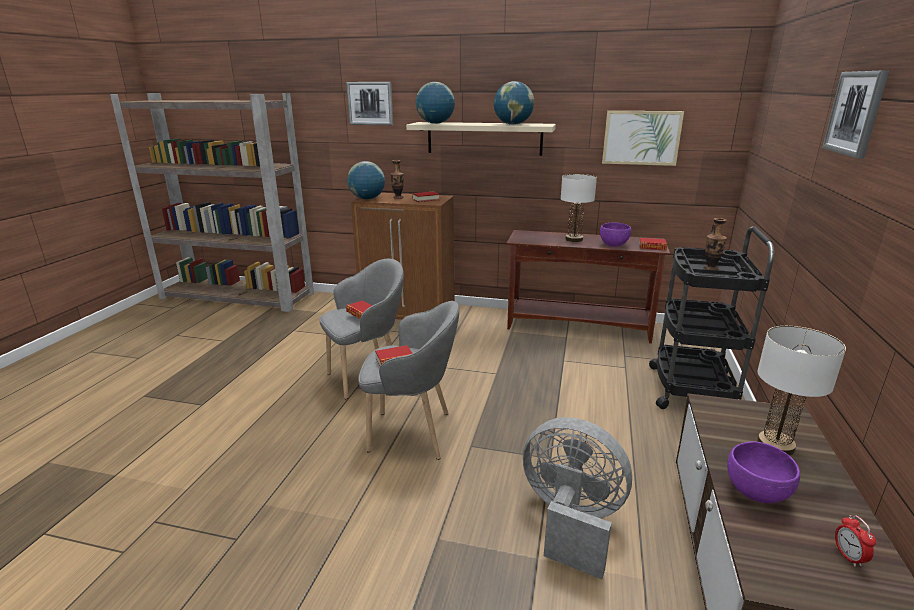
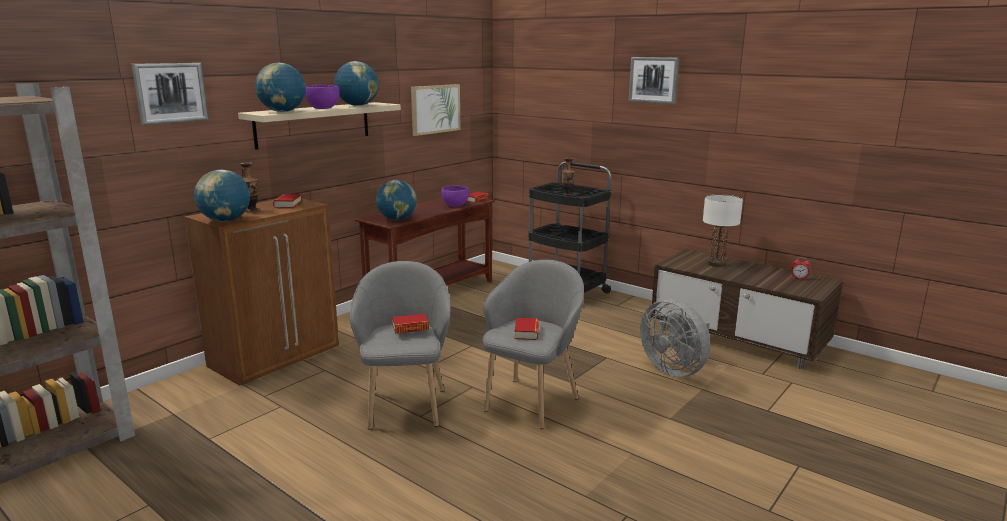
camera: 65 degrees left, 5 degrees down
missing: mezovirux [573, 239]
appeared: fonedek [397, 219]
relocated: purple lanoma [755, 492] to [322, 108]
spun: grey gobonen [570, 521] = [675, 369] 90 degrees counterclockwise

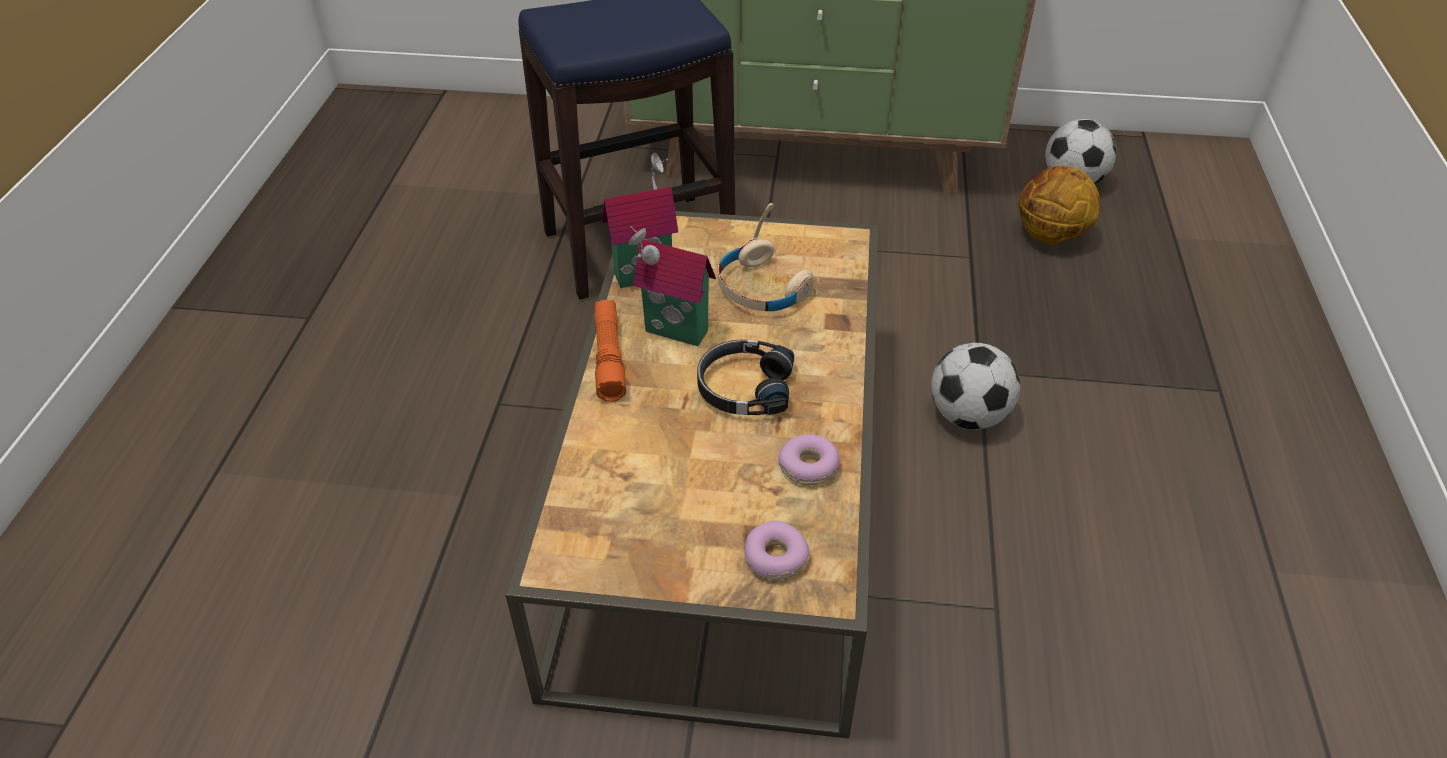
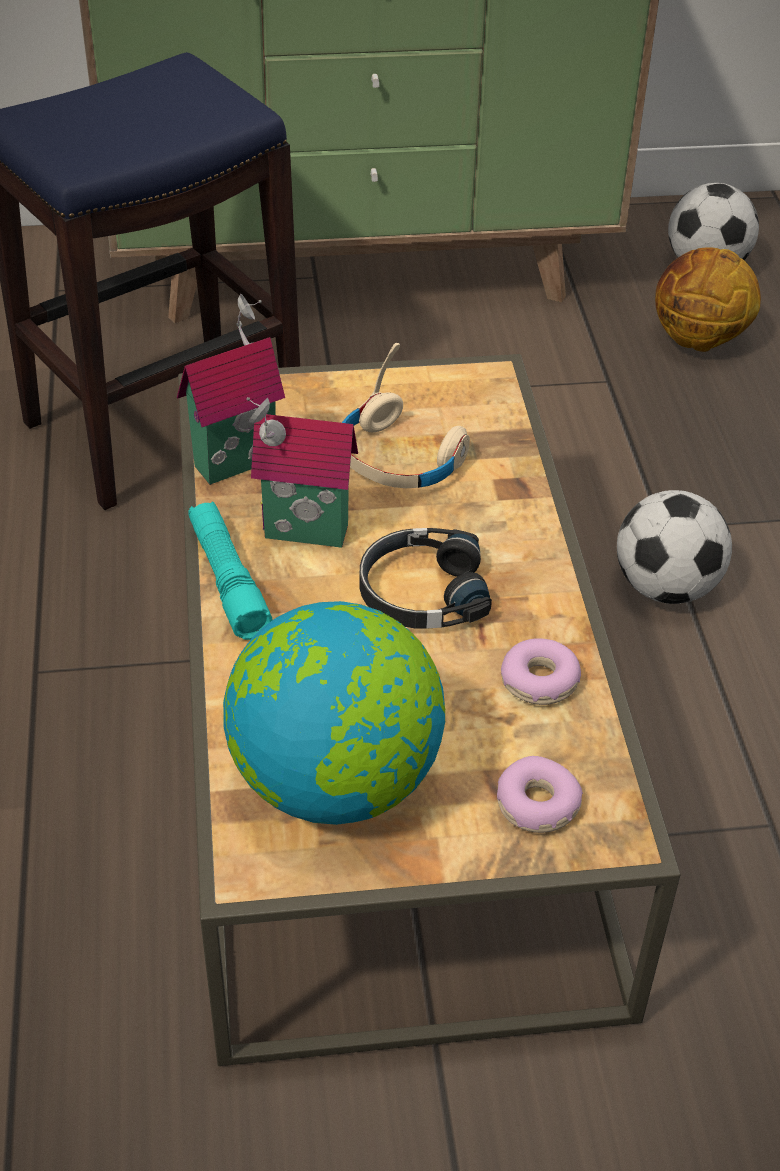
camera: 15 degrees left, 0 degrees up
appeared: fonedek [335, 782]
colour: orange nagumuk [609, 357] to turquoise nagumuk [227, 580]

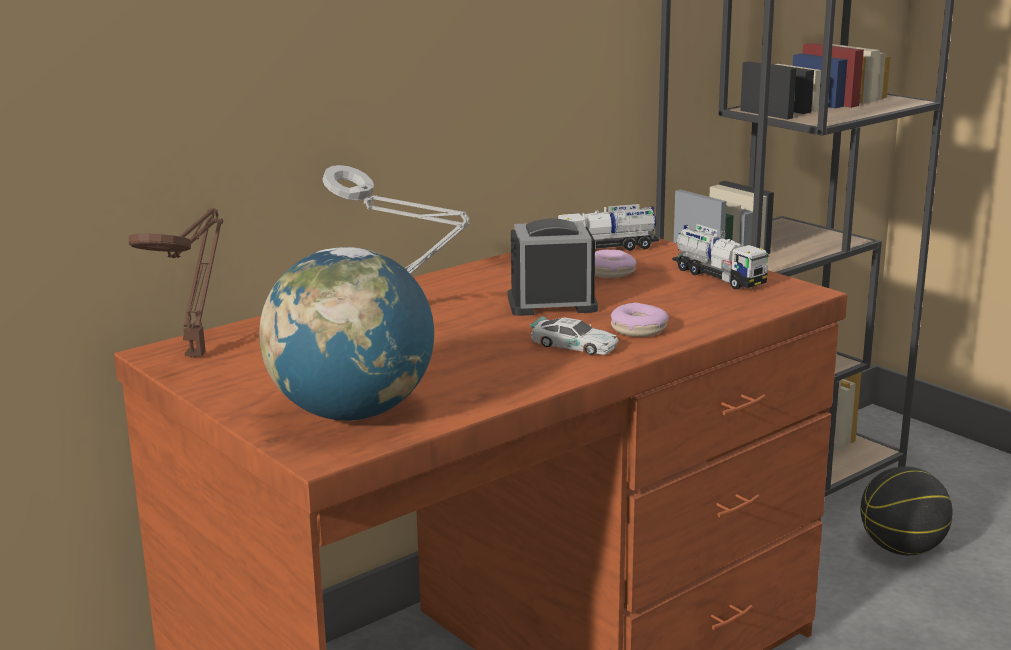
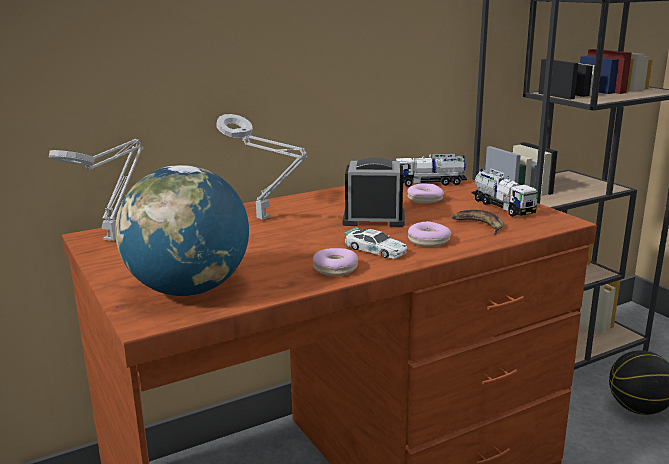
camera: 10 degrees right, 0 degrees up
appeared: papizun [335, 268]; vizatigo [478, 225]
colour: brown mezovirux [197, 354] to grey mezovirux [113, 238]

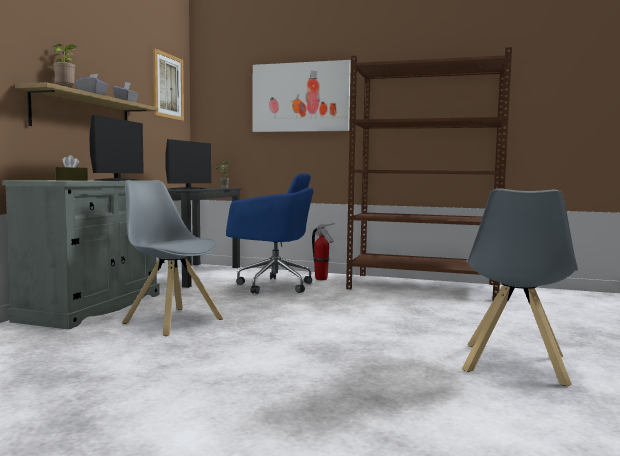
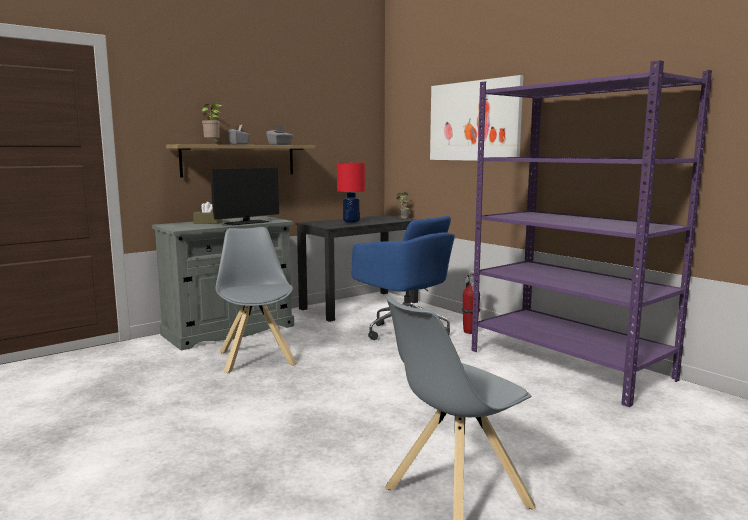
camera: 35 degrees right, 5 degrees up
missing: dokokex [168, 86]
exchanged: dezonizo [188, 188] to red mezovirux [351, 222]
colour: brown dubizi [422, 287] to purple dubizi [568, 364]

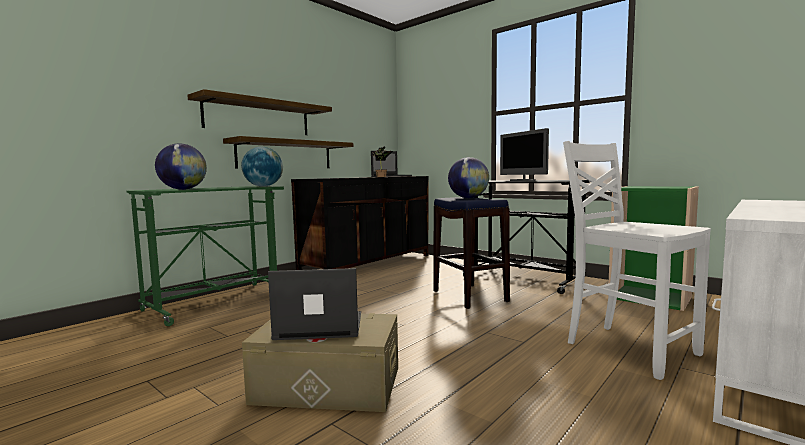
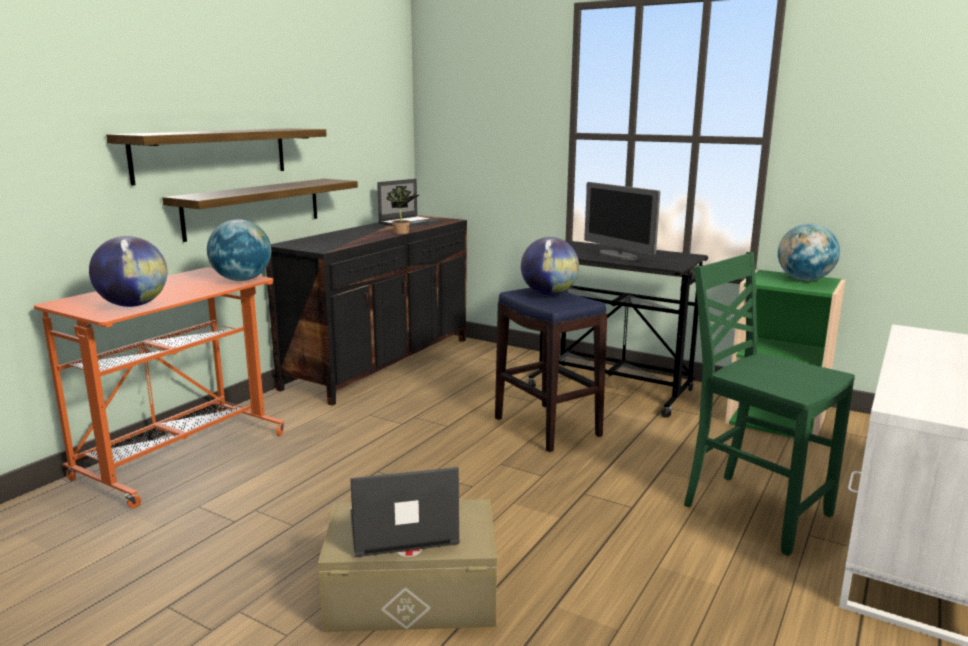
camera: 10 degrees left, 10 degrees up
appeared: fonedek [804, 280]
colour: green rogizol [218, 302] to orange rogizol [182, 455]; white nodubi [628, 348] to green nodubi [753, 510]

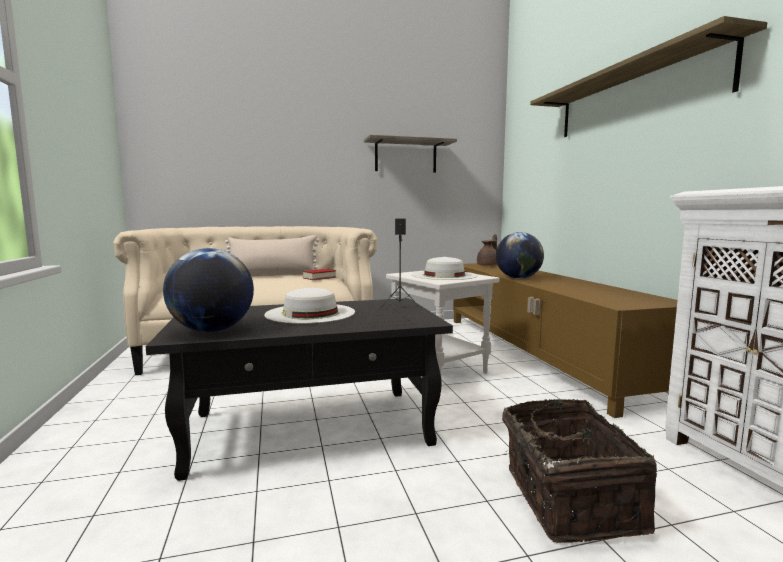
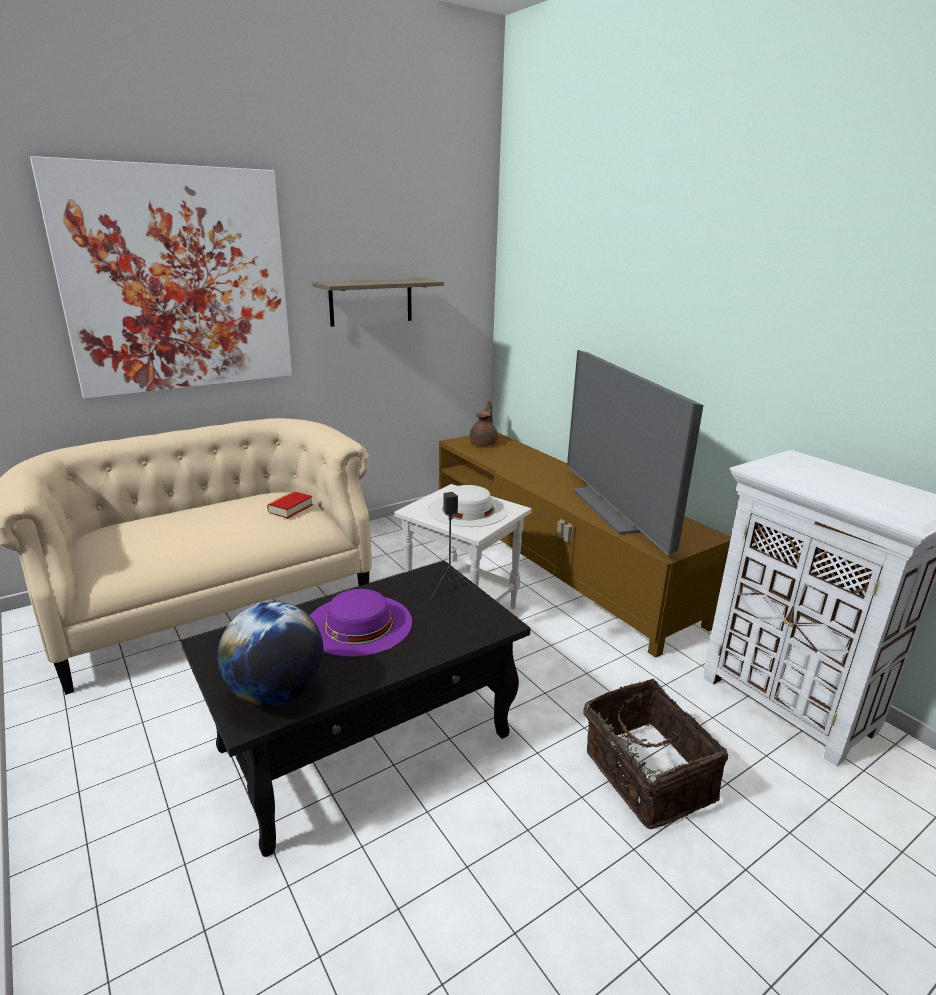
camera: 20 degrees left, 15 degrees up
missing: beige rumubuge [272, 275]; fonedek [518, 278]; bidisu [633, 96]
appeared: dokokex [178, 281]; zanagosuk [618, 509]
colour: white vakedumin [310, 313] to purple vakedumin [358, 624]

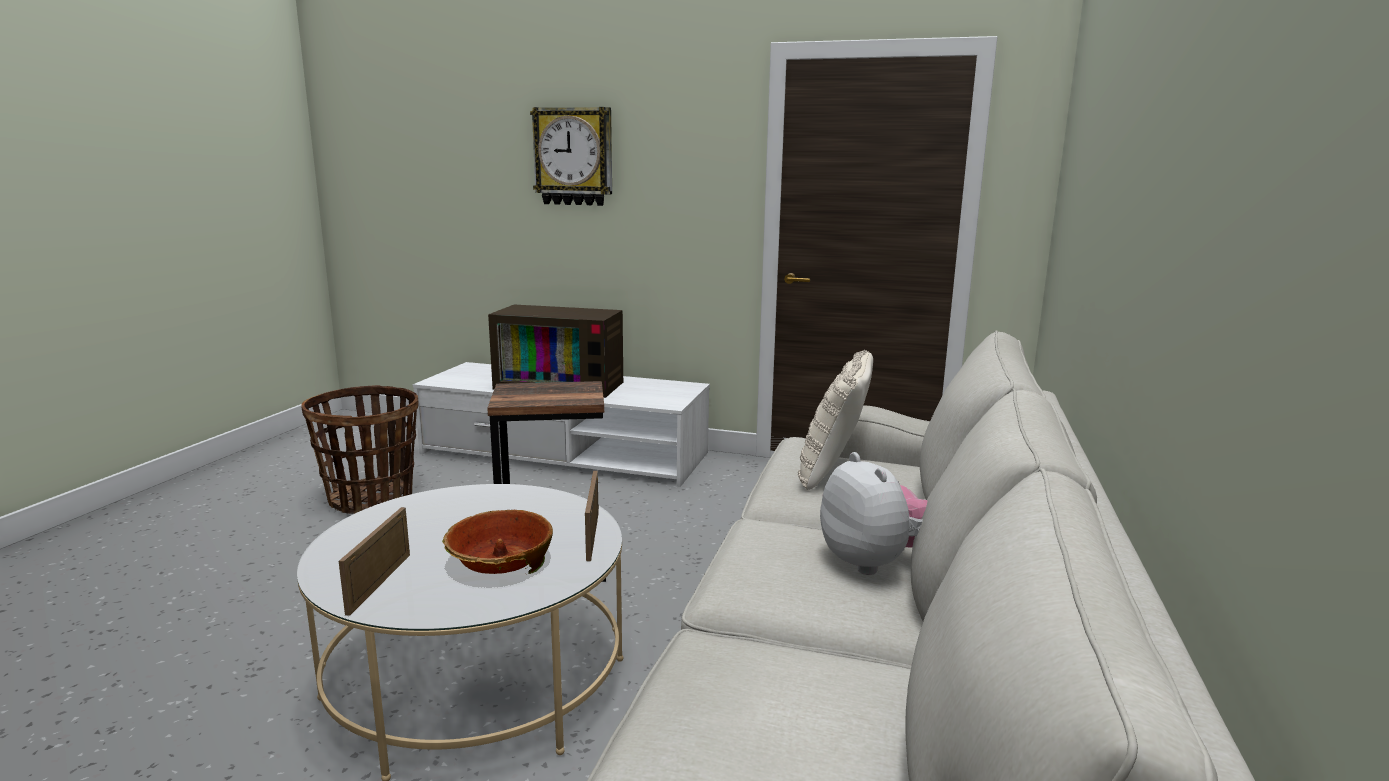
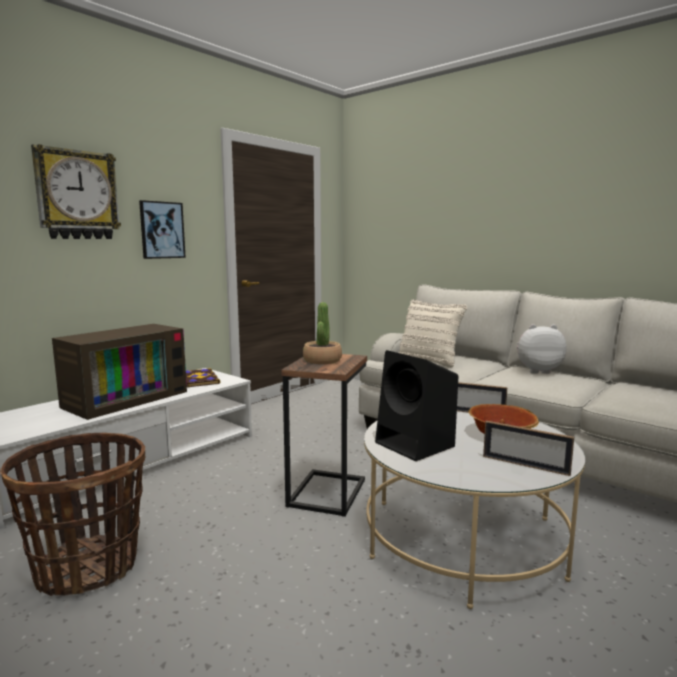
camera: 65 degrees left, 5 degrees down
appeared: dokokex [162, 230]; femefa [199, 379]; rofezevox [322, 360]; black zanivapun [416, 445]

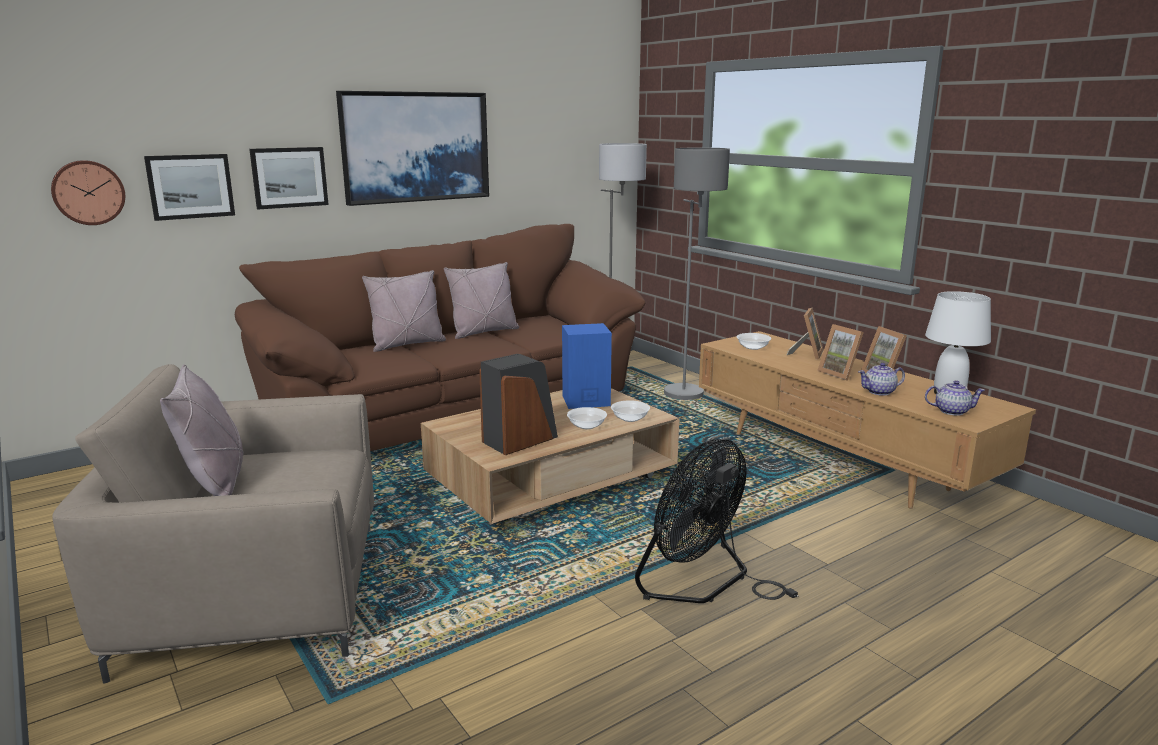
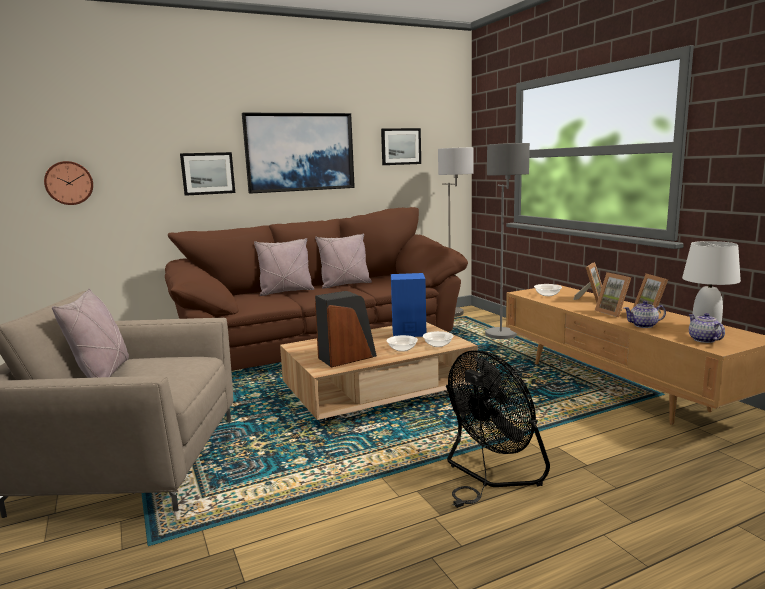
camera: 10 degrees right, 5 degrees down
relocated: dokokex [190, 186] to [400, 146]
spun: black gobonen [712, 579] = [483, 471] 90 degrees clockwise; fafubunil [951, 411] = [704, 340] 120 degrees counterclockwise

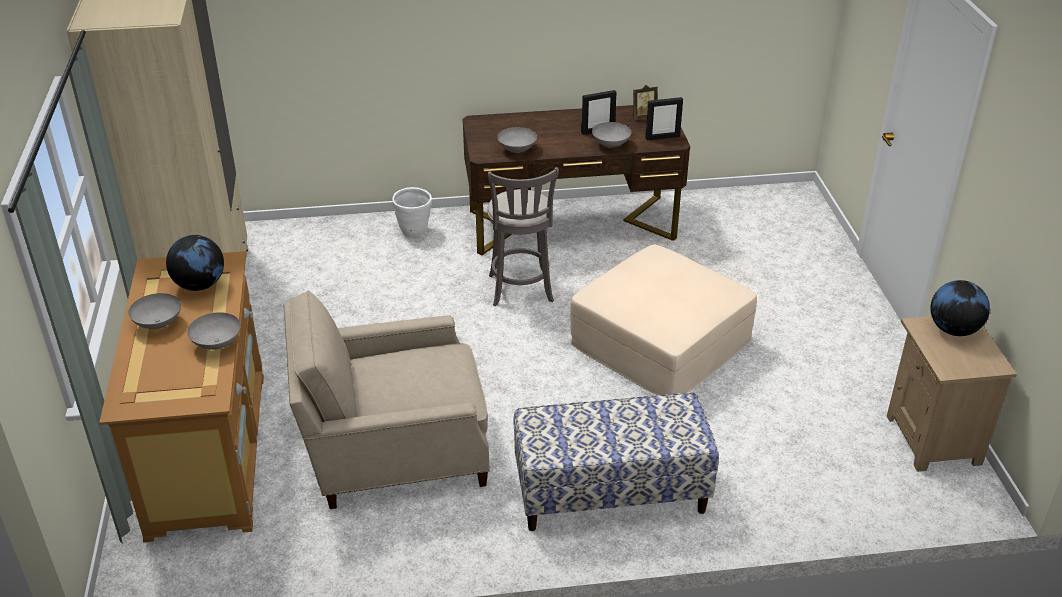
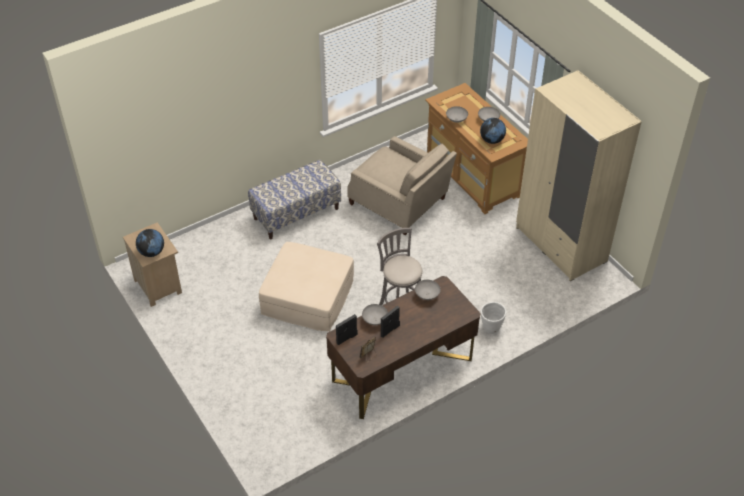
camera: 155 degrees right, 10 degrees up
spun: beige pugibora [393, 447] = [399, 202] 75 degrees clockwise

